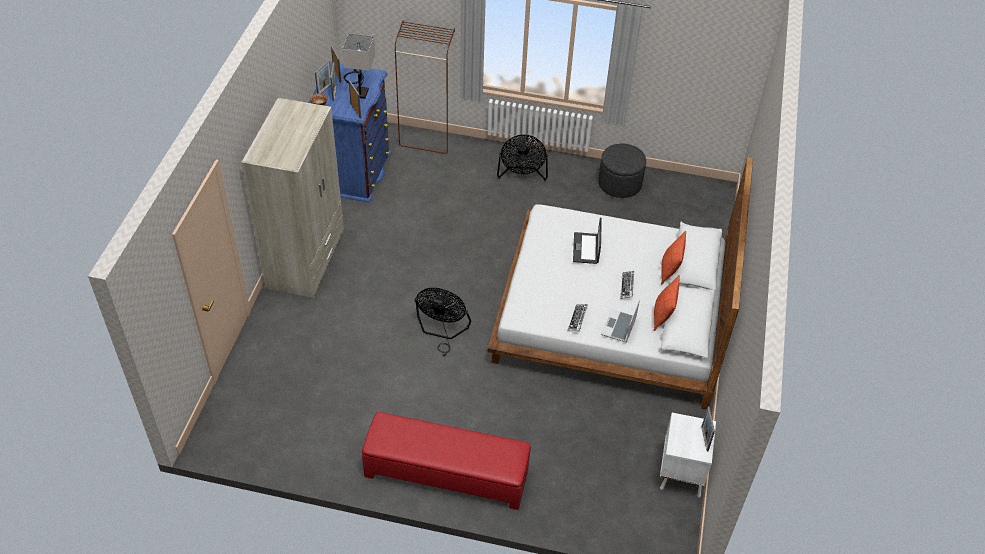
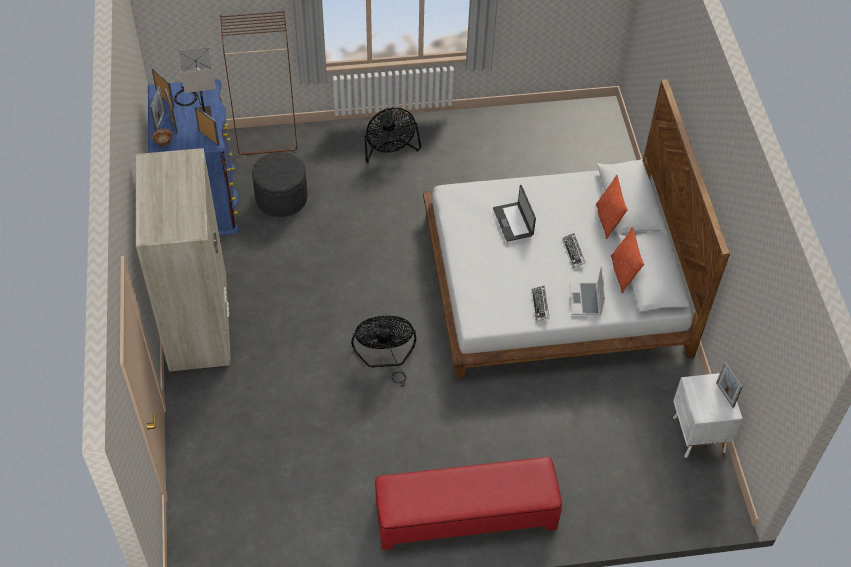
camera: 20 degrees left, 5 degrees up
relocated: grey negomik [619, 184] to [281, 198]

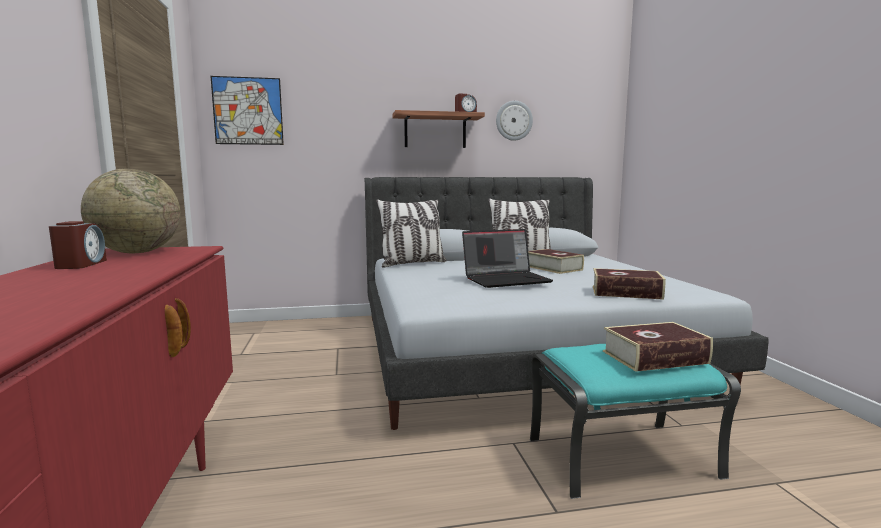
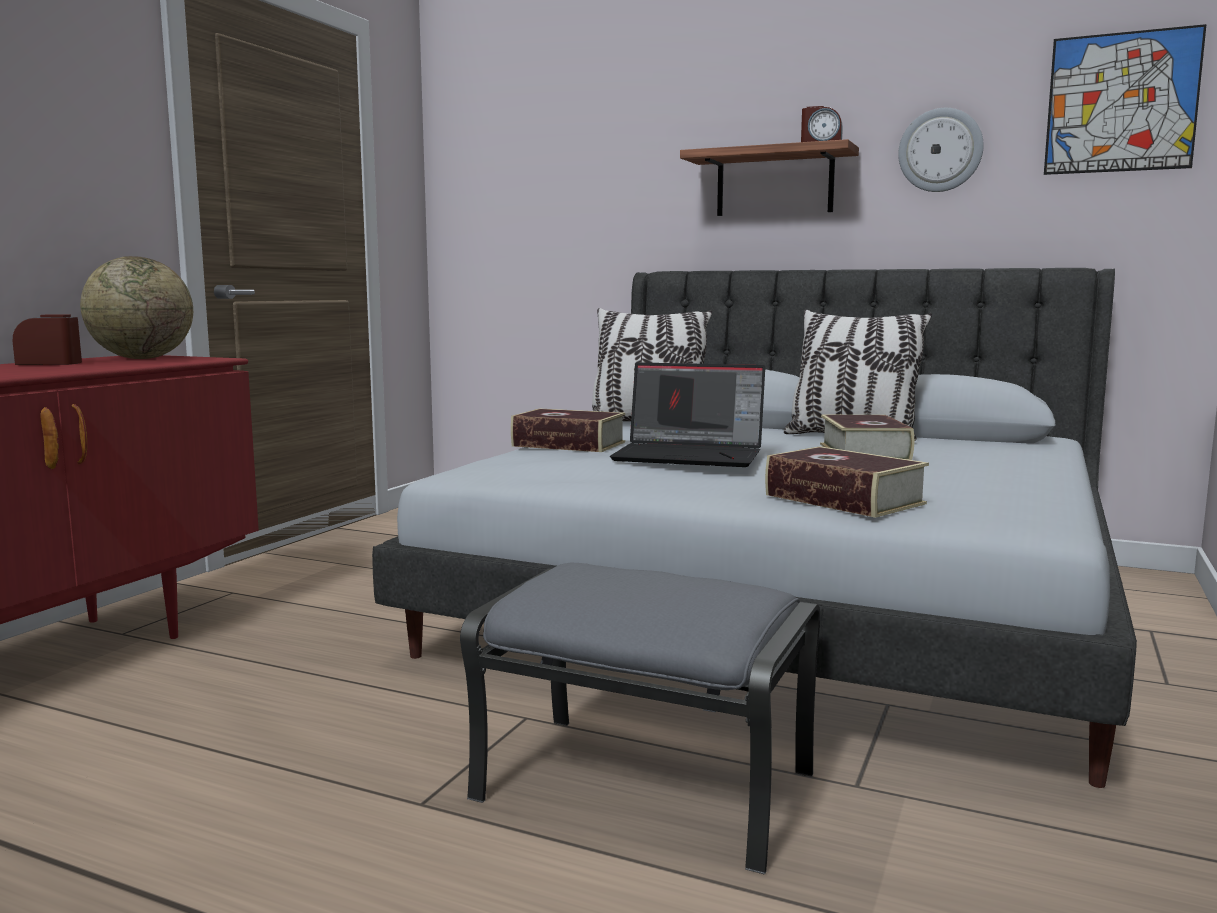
camera: 35 degrees right, 0 degrees up
relocated: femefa [655, 357] to [568, 444]; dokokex [248, 111] to [1121, 102]
colour: turquoise negomik [622, 456] to grey negomik [648, 785]
spun: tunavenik [81, 264] = [50, 363] 120 degrees counterclockwise

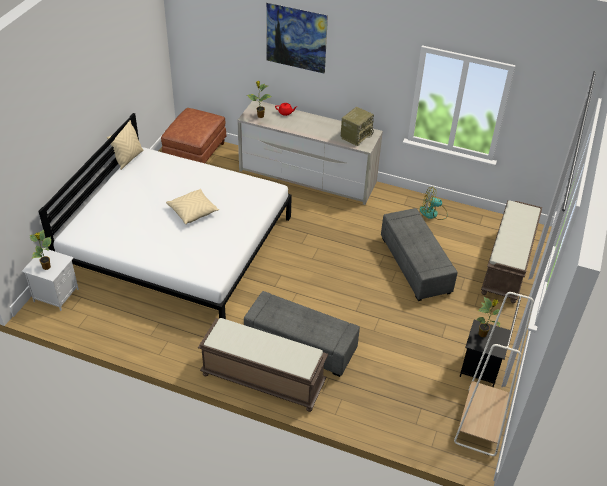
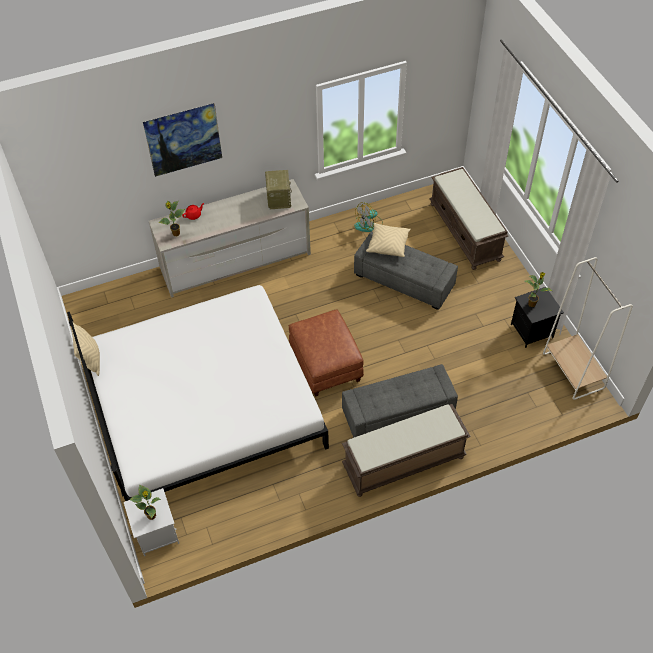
camera: 40 degrees left, 10 degrees up
relocated: brown negomik [195, 152] to [325, 364]; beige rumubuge [193, 211] to [388, 244]

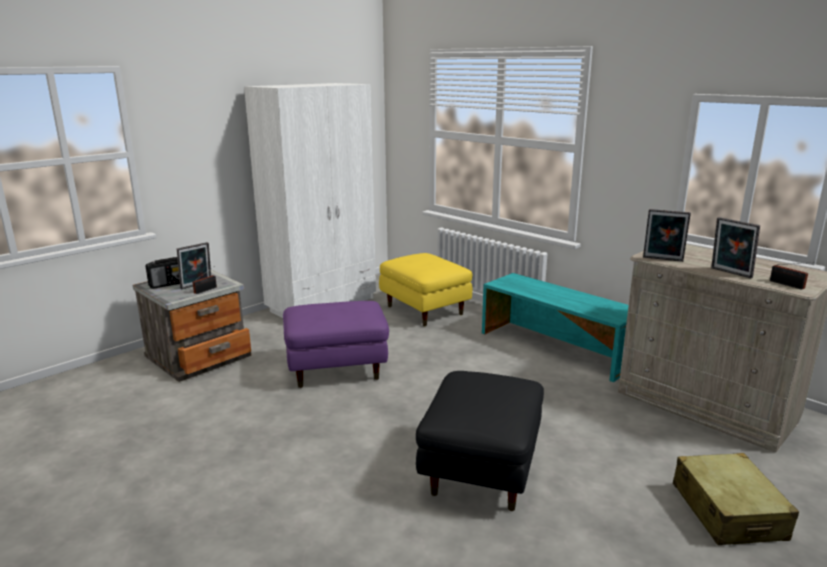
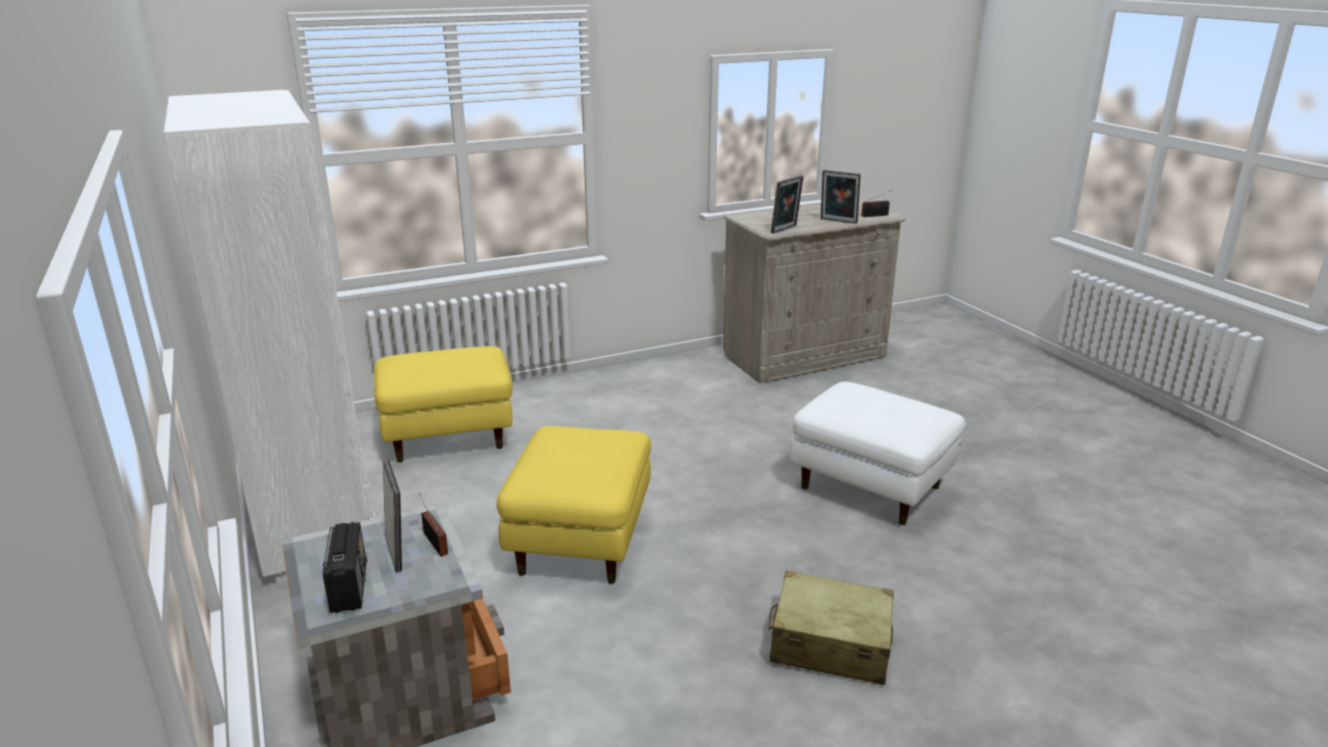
camera: 70 degrees left, 5 degrees up
missing: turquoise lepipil [557, 347]
relocated: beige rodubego [728, 511] to [830, 644]
colour: purple negomik [338, 369] to yellow negomik [580, 541]; black negomik [481, 472] to white negomik [872, 489]
spun: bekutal [730, 273] = [838, 221] 45 degrees clockwise

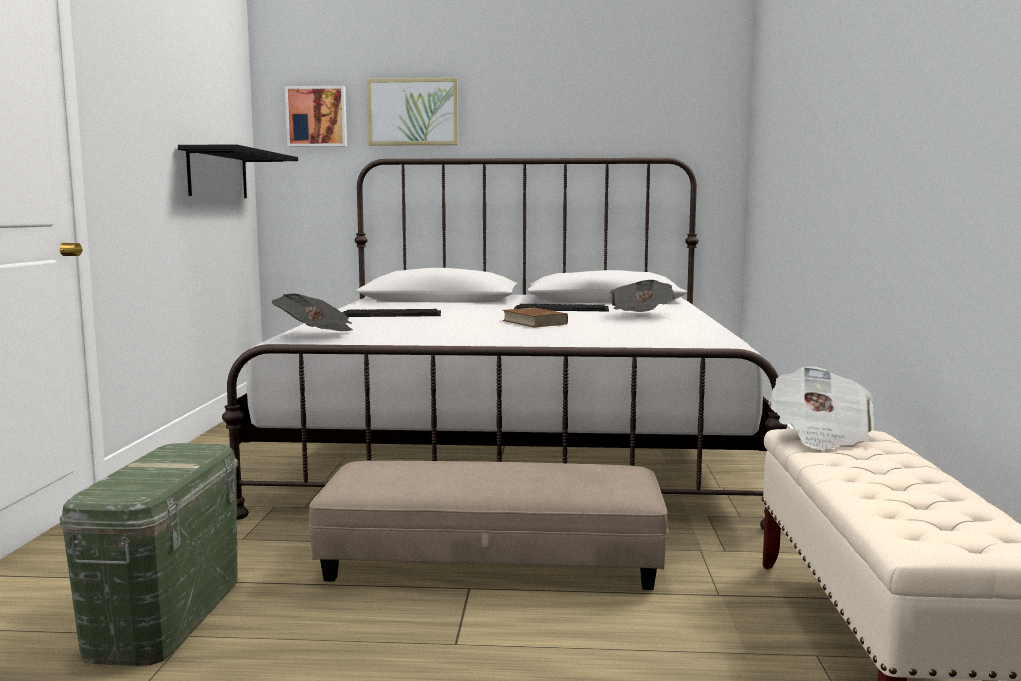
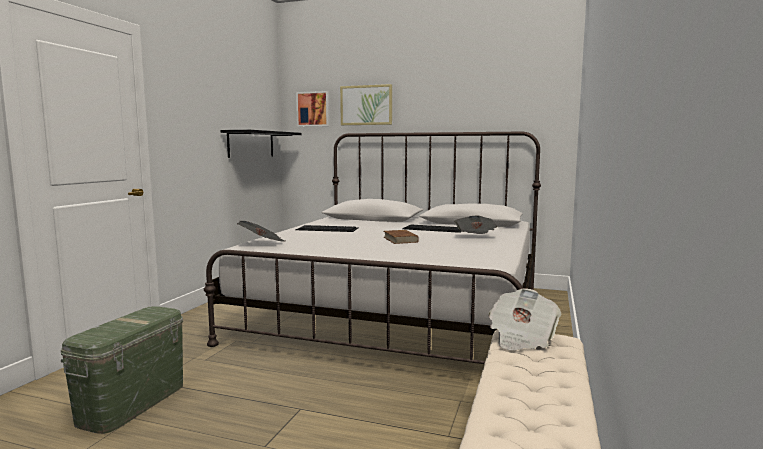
camera: 15 degrees right, 0 degrees up
missing: beige negomik [492, 560]

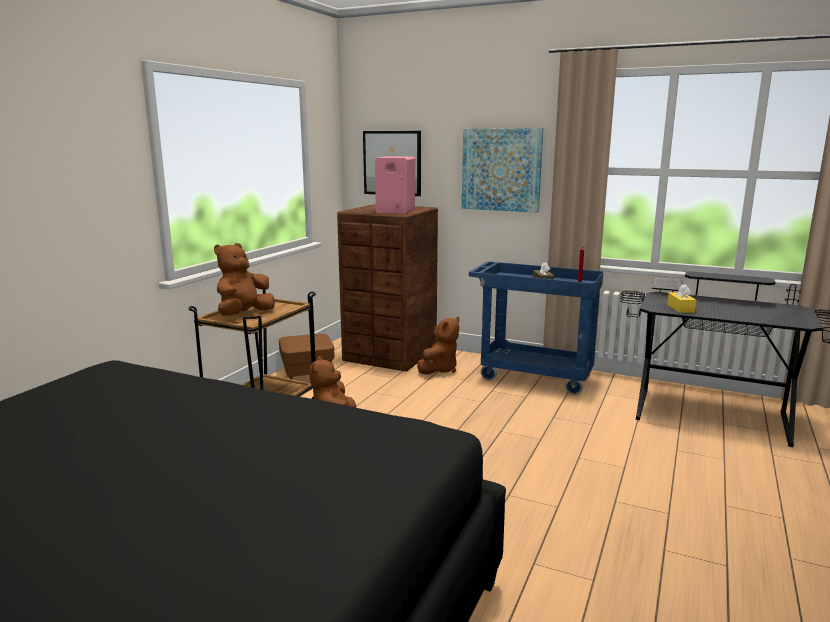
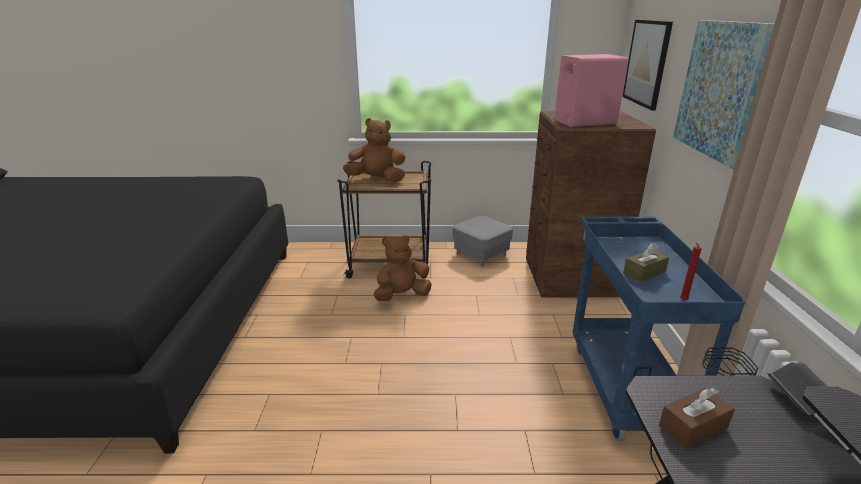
camera: 65 degrees right, 10 degrees up
missing: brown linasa [439, 369]
colour: brown negomik [307, 374] to grey negomik [481, 254]; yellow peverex [680, 308] to brown peverex [693, 427]

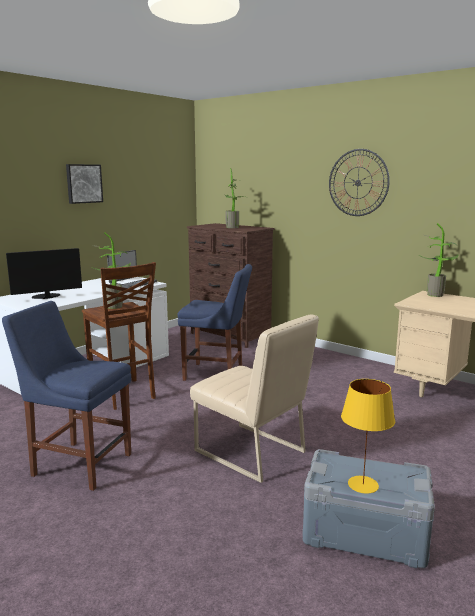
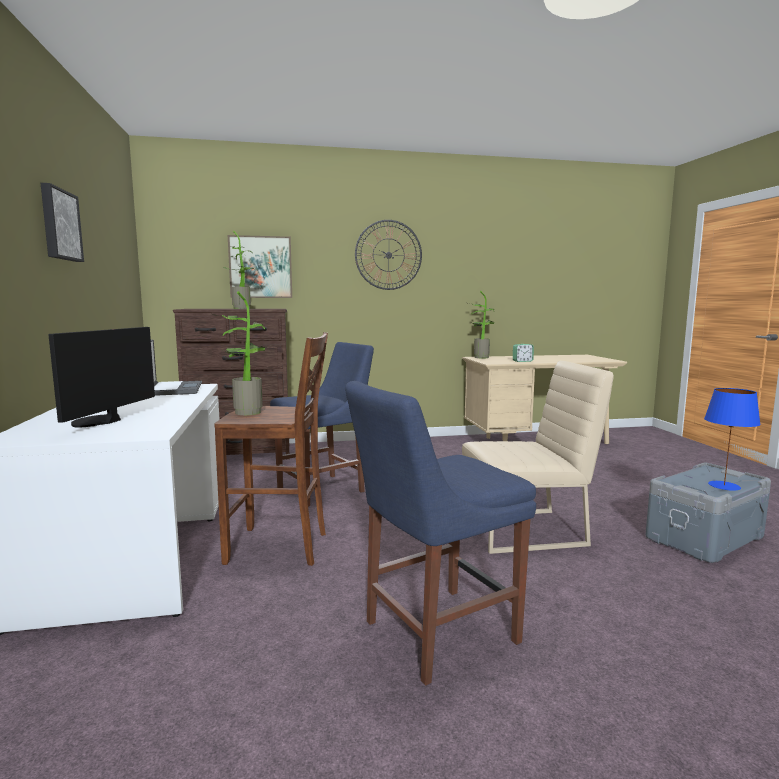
camera: 50 degrees left, 5 degrees down
appeared: dokokex [260, 267]; tunavenik [522, 361]
colour: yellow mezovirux [363, 485] to blue mezovirux [724, 485]

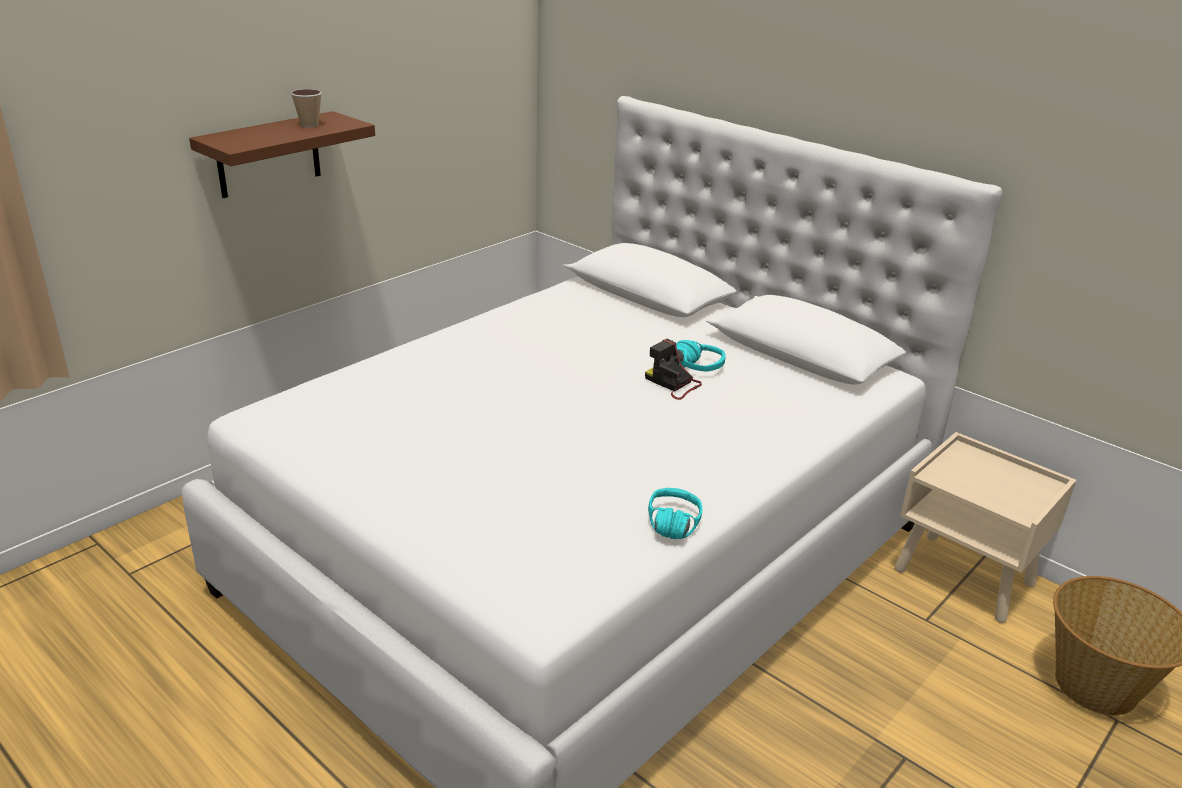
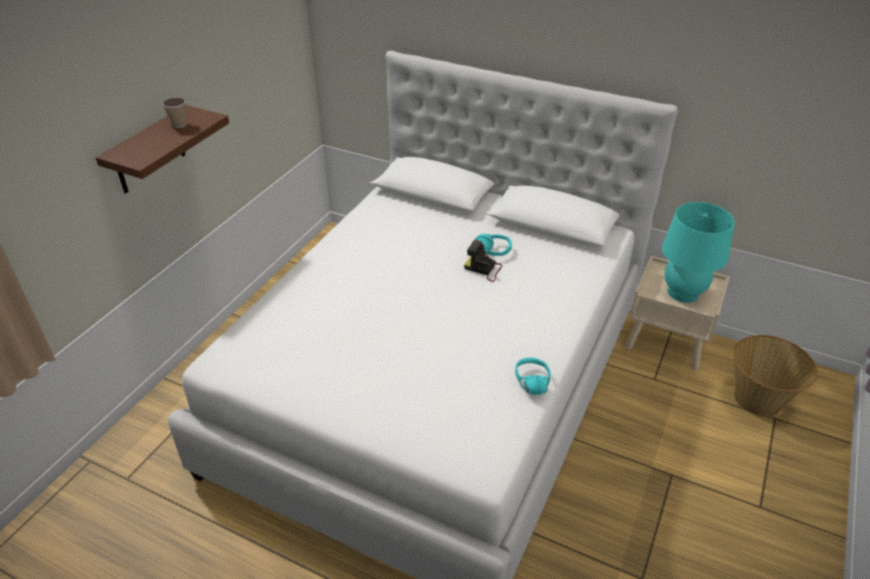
camera: 15 degrees left, 10 degrees up
appeared: turquoise mezovirux [683, 293]

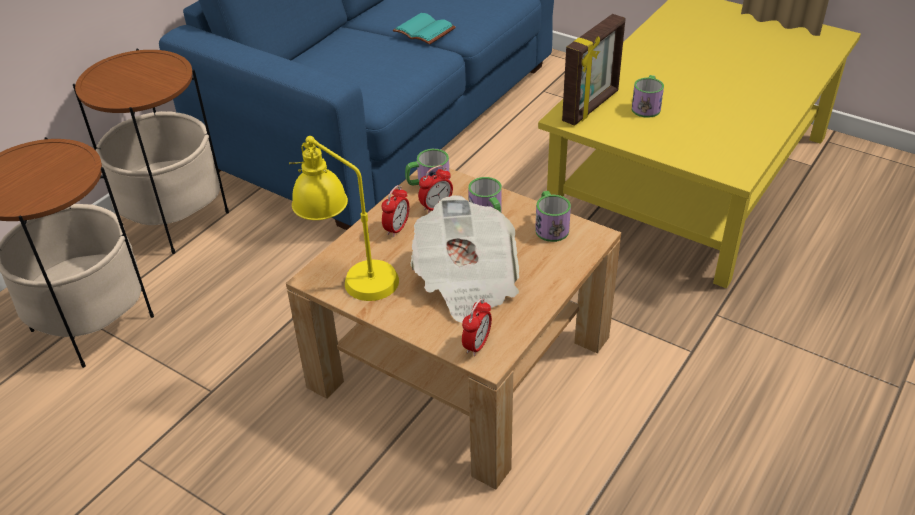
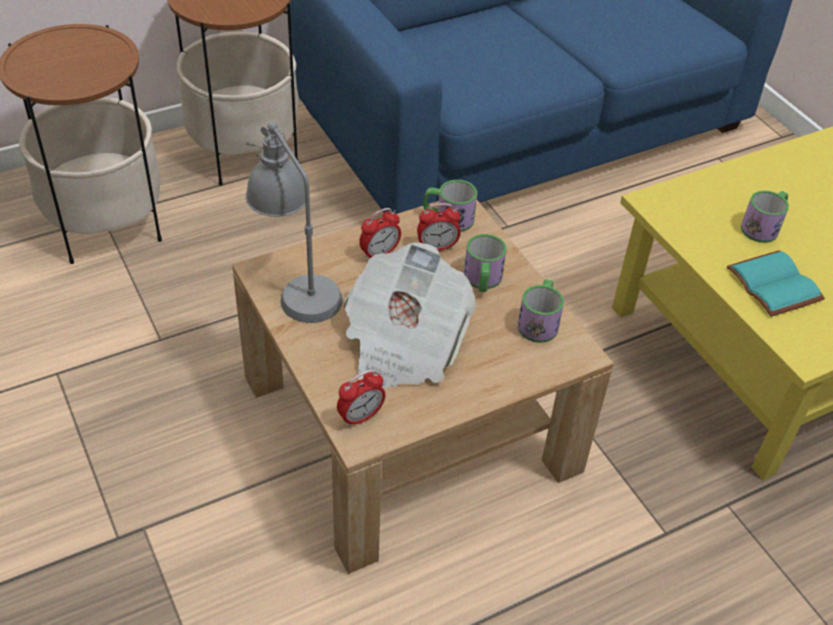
camera: 25 degrees right, 5 degrees up
missing: bekutal [591, 107]
relocated: turquoise femefa [426, 30] to [776, 285]
colour: yellow mezovirux [349, 276] to grey mezovirux [295, 284]

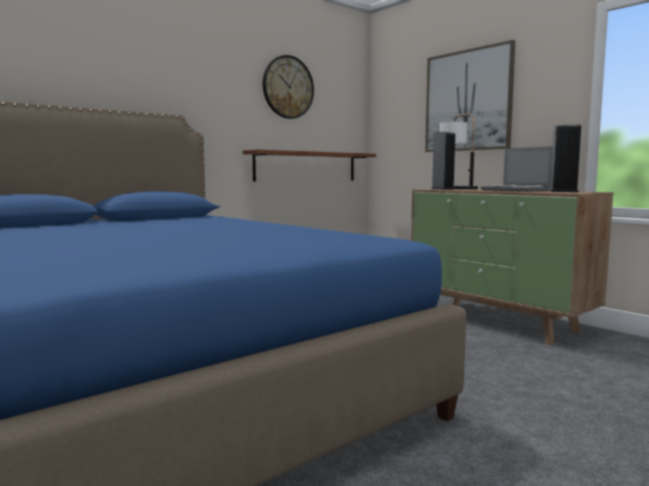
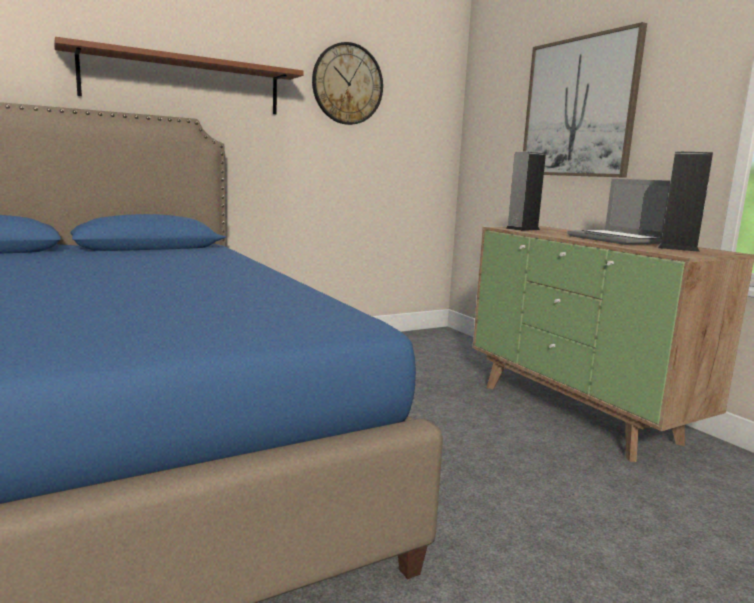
camera: 10 degrees right, 5 degrees up
missing: mezovirux [457, 188]
relocated: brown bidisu [306, 166] to [184, 83]

